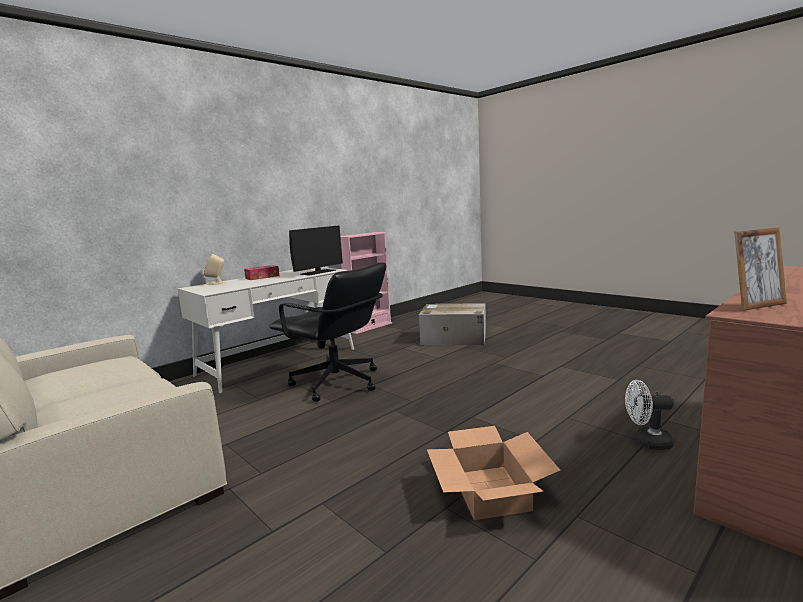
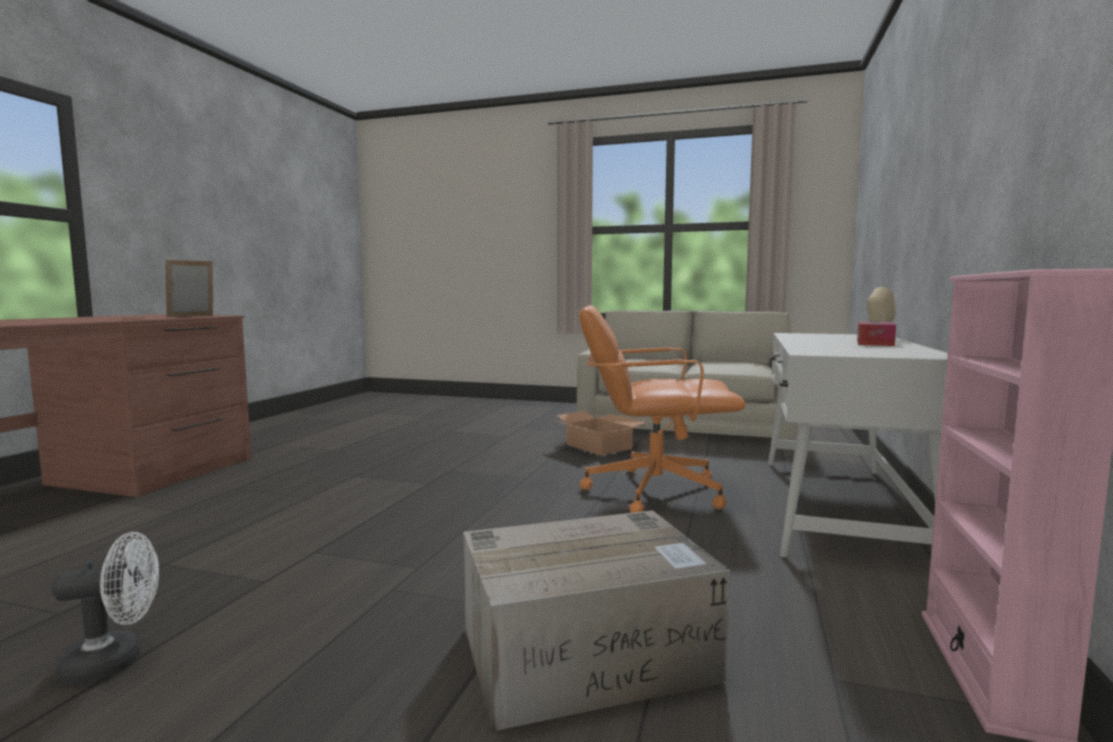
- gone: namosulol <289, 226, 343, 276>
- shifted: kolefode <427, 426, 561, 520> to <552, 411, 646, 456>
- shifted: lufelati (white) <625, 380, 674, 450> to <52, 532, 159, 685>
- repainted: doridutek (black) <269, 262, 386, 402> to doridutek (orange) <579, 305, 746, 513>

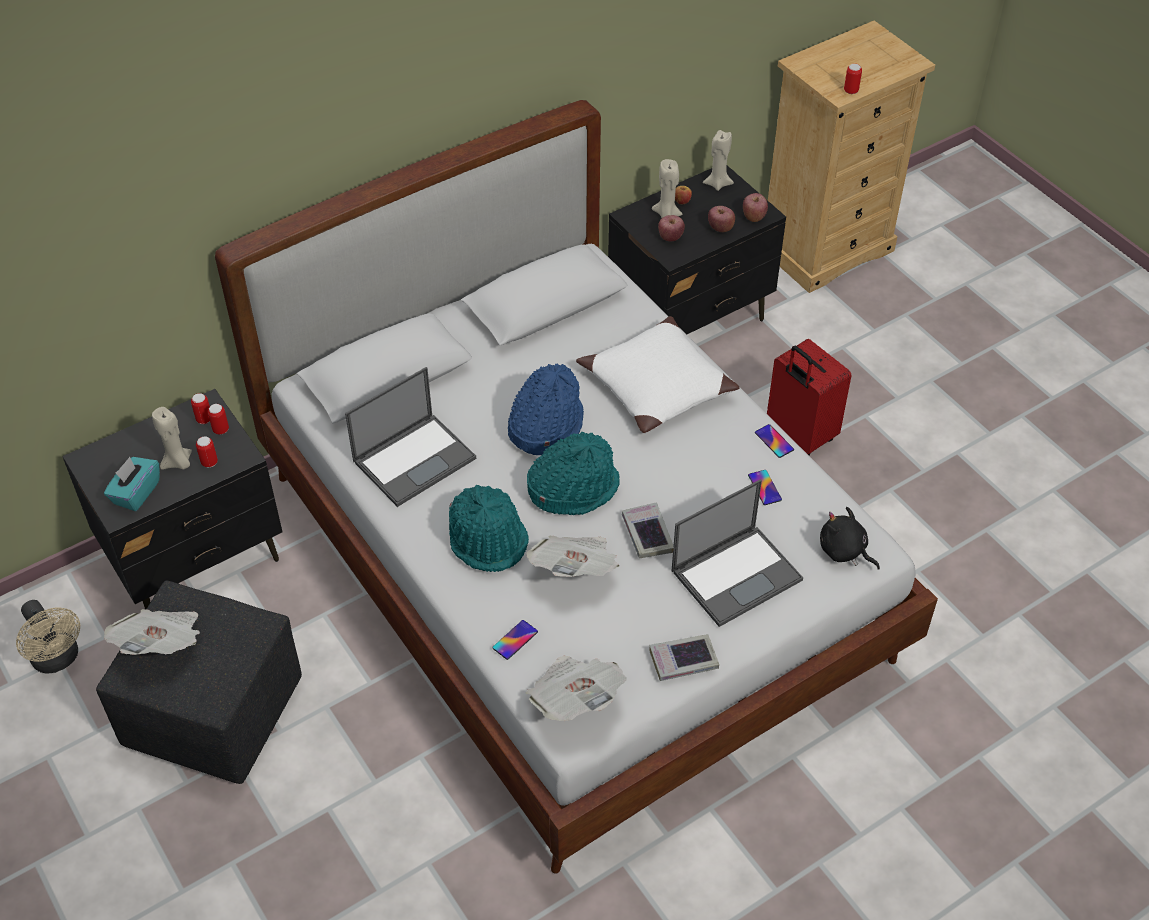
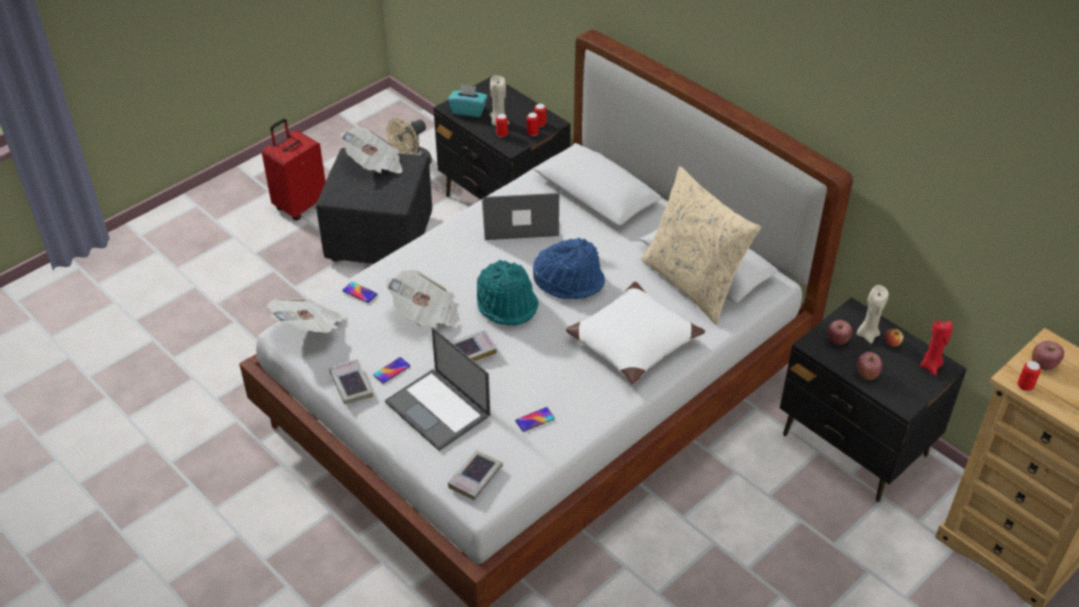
- gone: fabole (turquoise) <449, 485, 529, 572>
- new: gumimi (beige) <641, 166, 761, 325>
- shifted: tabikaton <743, 193, 768, 222> to <1032, 341, 1064, 370>
- shifted: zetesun <755, 424, 794, 458> to <373, 357, 410, 384>
- shifted: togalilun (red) <767, 339, 851, 455> to <262, 119, 326, 220>
- swapped: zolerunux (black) <820, 507, 880, 570> to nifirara <448, 450, 503, 500>
- repainted: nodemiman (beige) <703, 130, 734, 191> to nodemiman (red) <920, 321, 953, 376>
- rotated: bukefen <345, 367, 476, 507> = <482, 193, 559, 240> 135 degrees clockwise

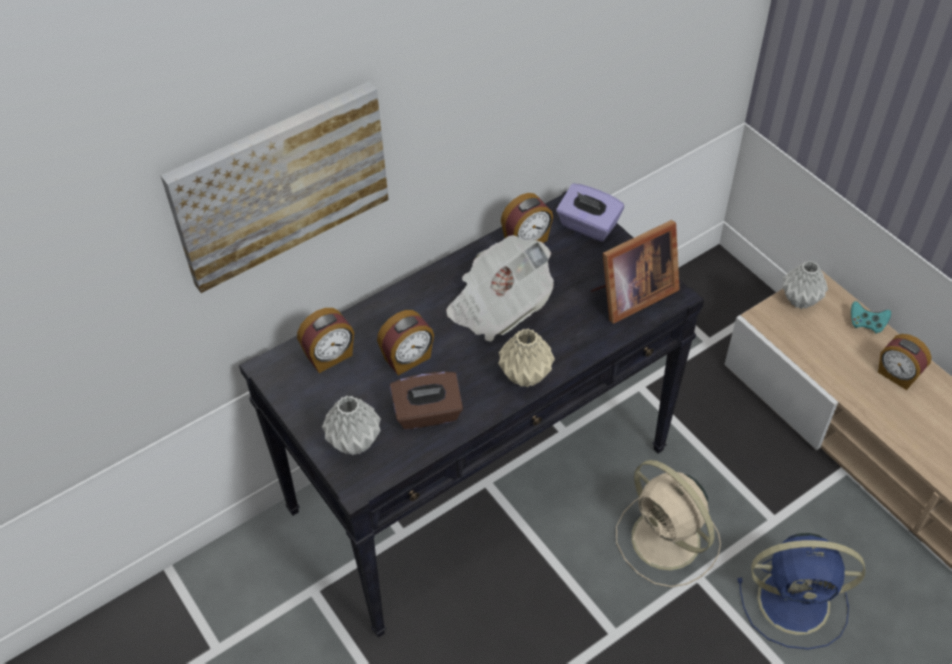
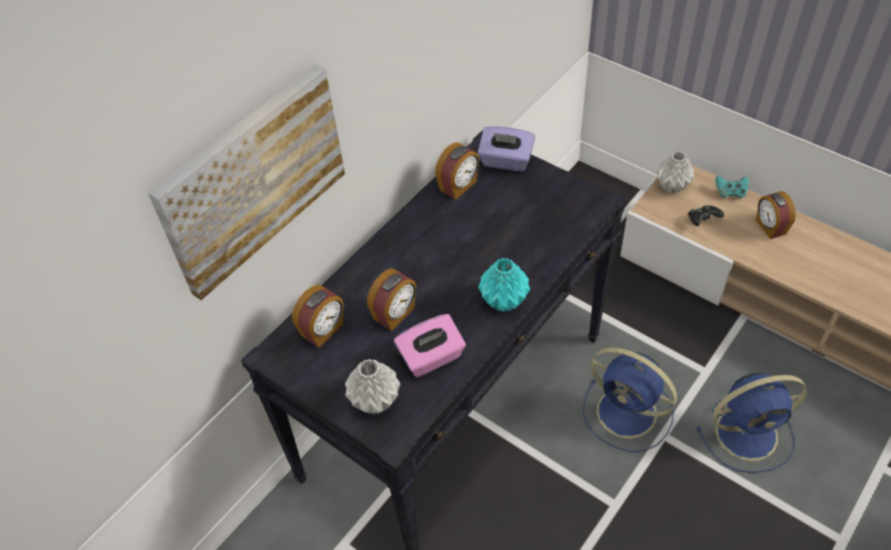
- gone: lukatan <446, 235, 554, 342>
- gone: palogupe <591, 220, 680, 324>
- new: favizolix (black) <688, 205, 724, 226>
- repainted: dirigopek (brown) <390, 372, 463, 430> to dirigopek (pink) <394, 314, 466, 377>
- repainted: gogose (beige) <498, 329, 555, 387> to gogose (turquoise) <478, 258, 530, 312>
- repainted: lufelati (beige) <616, 460, 721, 587> to lufelati (blue) <583, 348, 677, 452>
- rotated: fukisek <878, 334, 931, 390> = <756, 191, 796, 239> 45 degrees clockwise

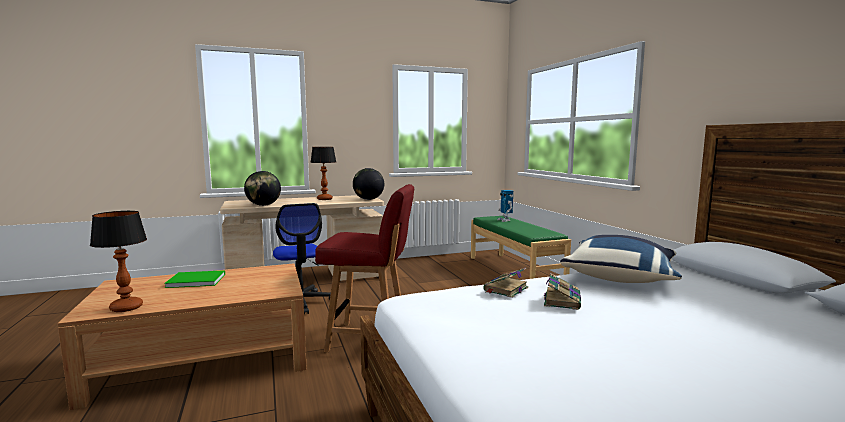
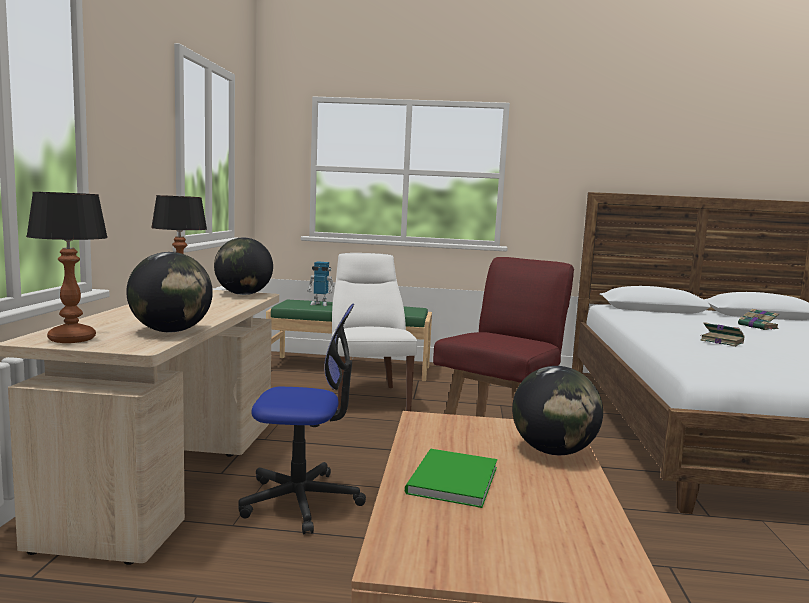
- gone: gumimi (blue) <560, 235, 682, 283>
- new: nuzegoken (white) <332, 253, 417, 411>
- new: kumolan <512, 366, 603, 455>
- shifted: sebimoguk <90, 211, 147, 312> to <26, 192, 108, 343>
- shifted: nifirara <483, 267, 528, 298> to <738, 309, 779, 330>

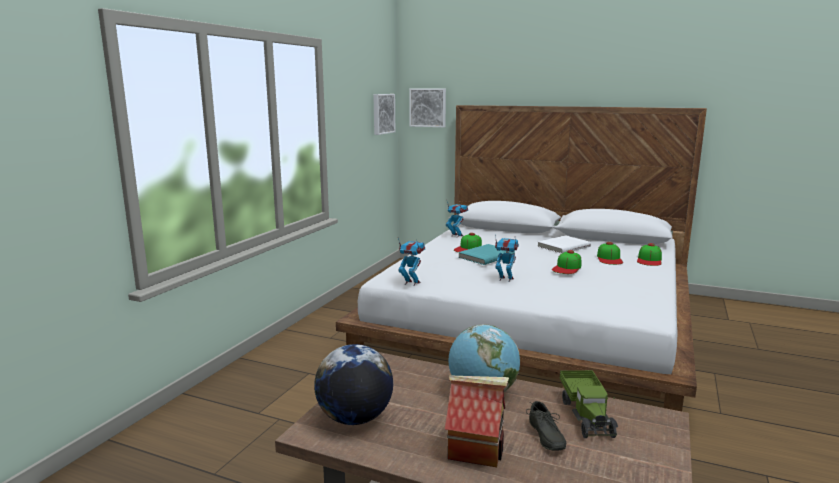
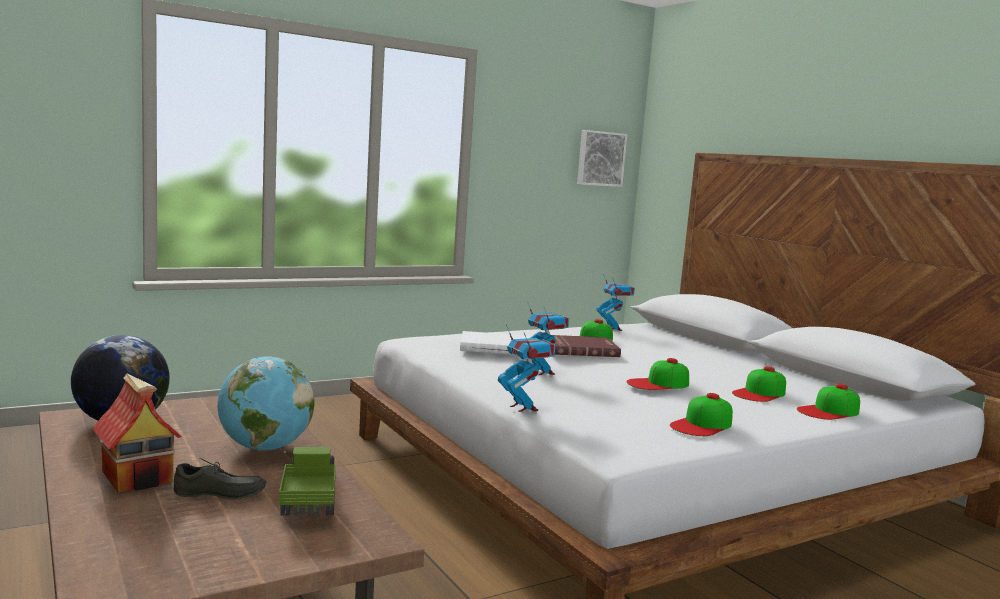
- gone: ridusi <409, 89, 446, 128>
- new: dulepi <670, 393, 733, 436>
- shifted: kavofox <398, 238, 425, 286> to <498, 325, 555, 412>
- shifted: nifirara (white) <537, 236, 591, 254> to <460, 331, 530, 355>
- repainted: nifirara (turquoise) <458, 244, 515, 265> to nifirara (red) <553, 335, 621, 357>
- rotated: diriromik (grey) <526, 401, 567, 451> = <174, 458, 266, 500> 120 degrees counterclockwise
- rotated: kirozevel <560, 370, 618, 438> = <279, 447, 336, 516> 135 degrees clockwise

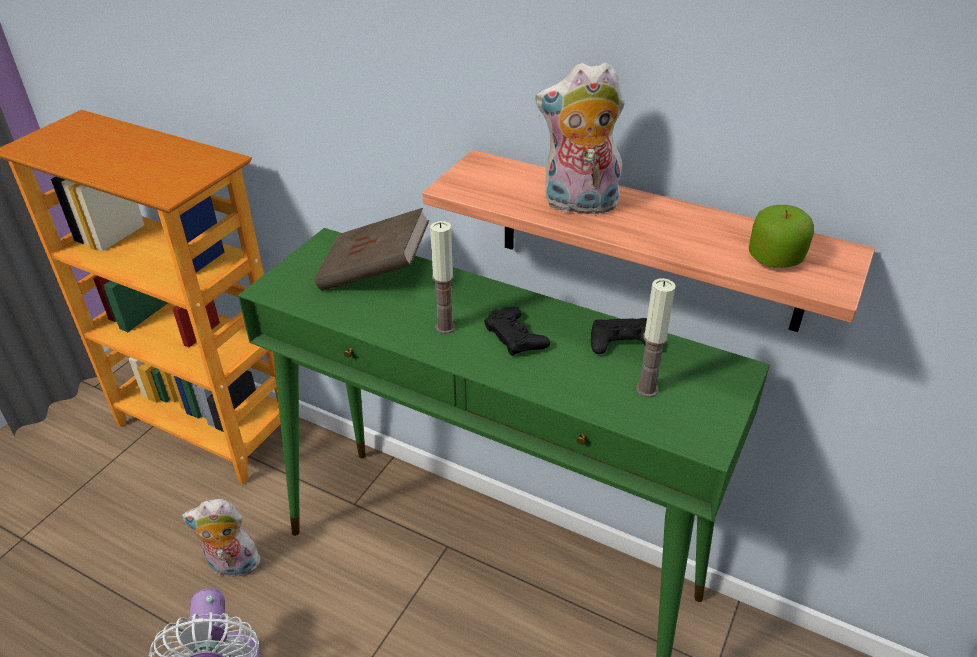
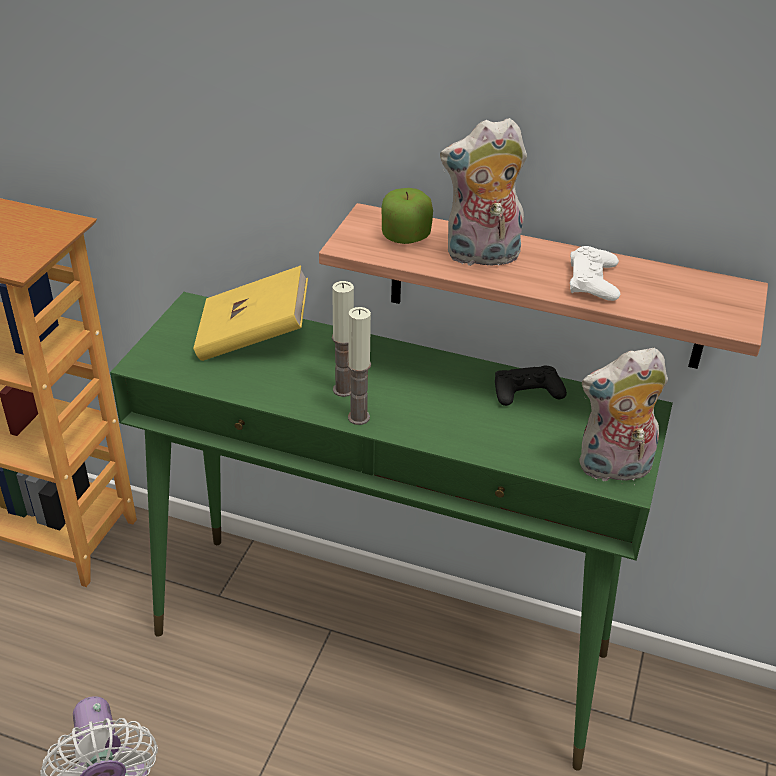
- gone: favizolix (black) <484, 307, 550, 356>
- new: favizolix (white) <570, 246, 620, 301>
- shifted: zolerunux <182, 499, 260, 581> to <579, 348, 668, 481>
- shifted: nodemiman <636, 278, 676, 397> to <347, 307, 371, 425>
- shifted: tabikaton <749, 205, 814, 268> to <381, 188, 433, 244>
- repainted: nifirara (brown) <314, 208, 429, 291> to nifirara (yellow) <193, 265, 308, 361>

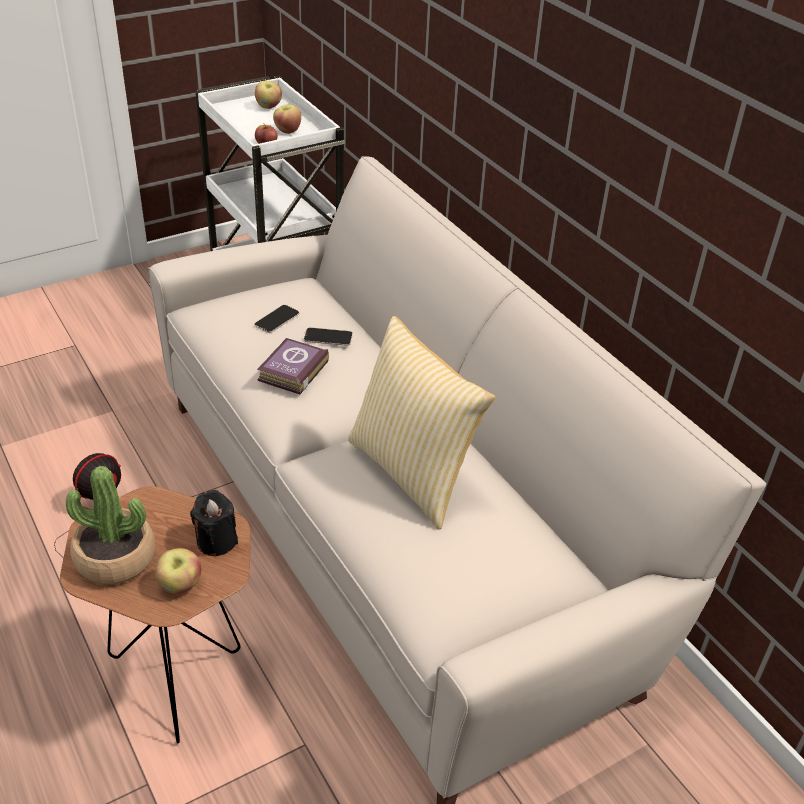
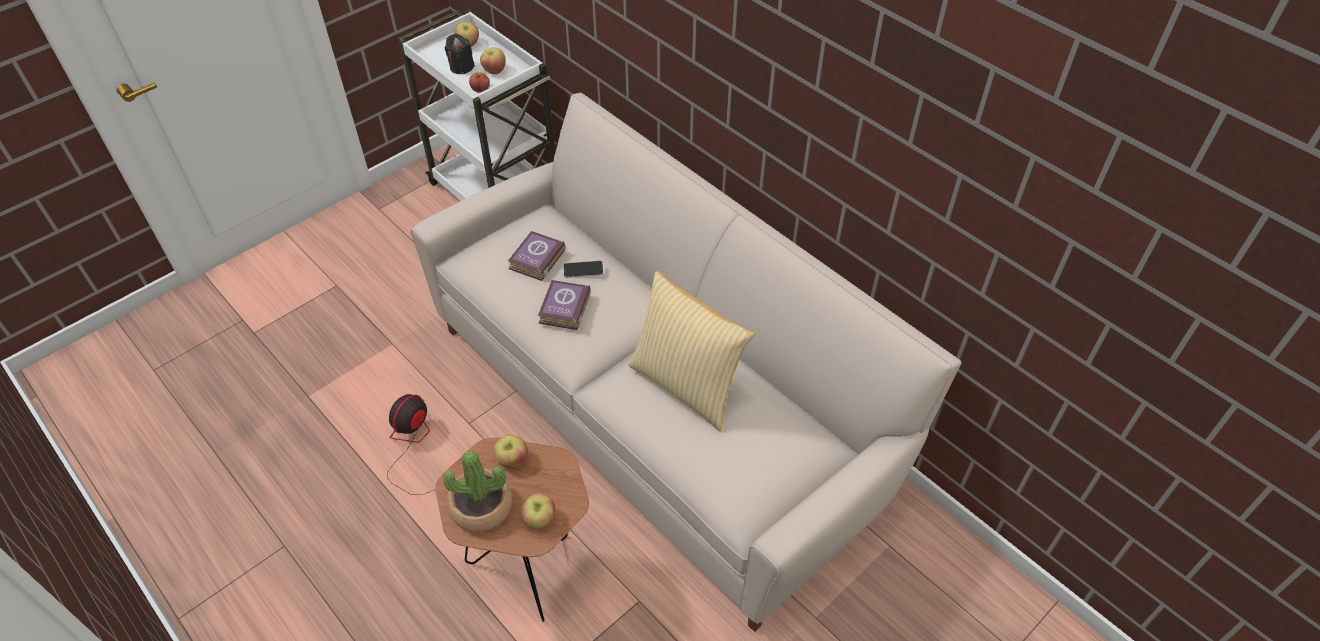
- new: tabikaton <493, 434, 528, 468>
- shifted: nodemiman (black) <190, 490, 238, 556> to <445, 34, 475, 74>
- swapped: zetesun <254, 305, 299, 333> to nifirara <508, 231, 565, 281>

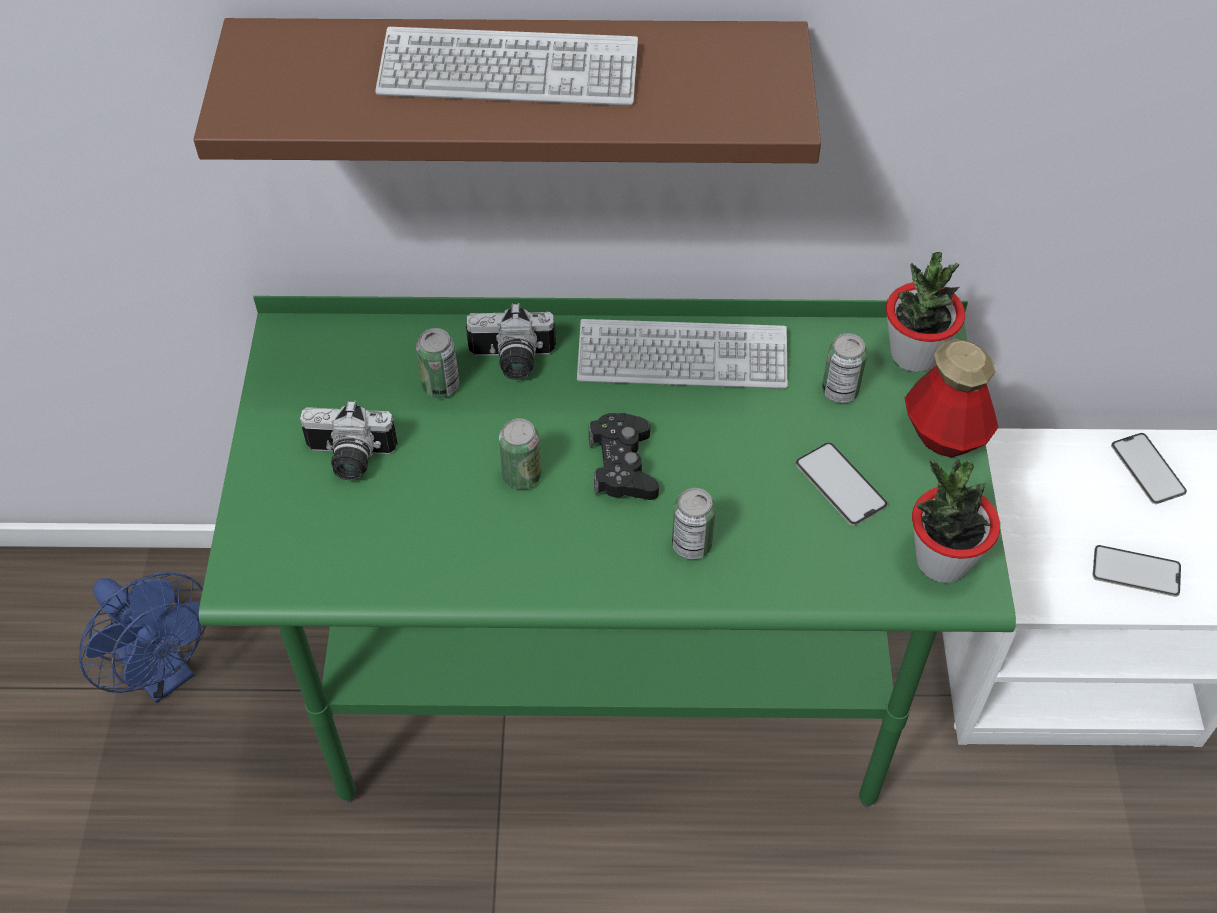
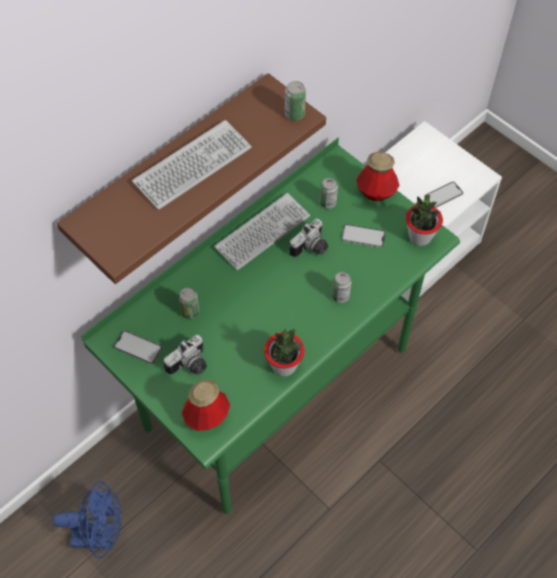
- gone: favizolix (black) <589, 413, 659, 500>
- new: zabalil <182, 379, 230, 431>
- shifted: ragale <466, 303, 556, 380> to <289, 219, 328, 257>
- shifted: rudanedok <499, 418, 541, 490> to <285, 81, 306, 121>
- shifted: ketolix <886, 252, 965, 372> to <264, 329, 305, 377>
- shifted: zetesun <1111, 433, 1187, 504> to <114, 330, 162, 364>

